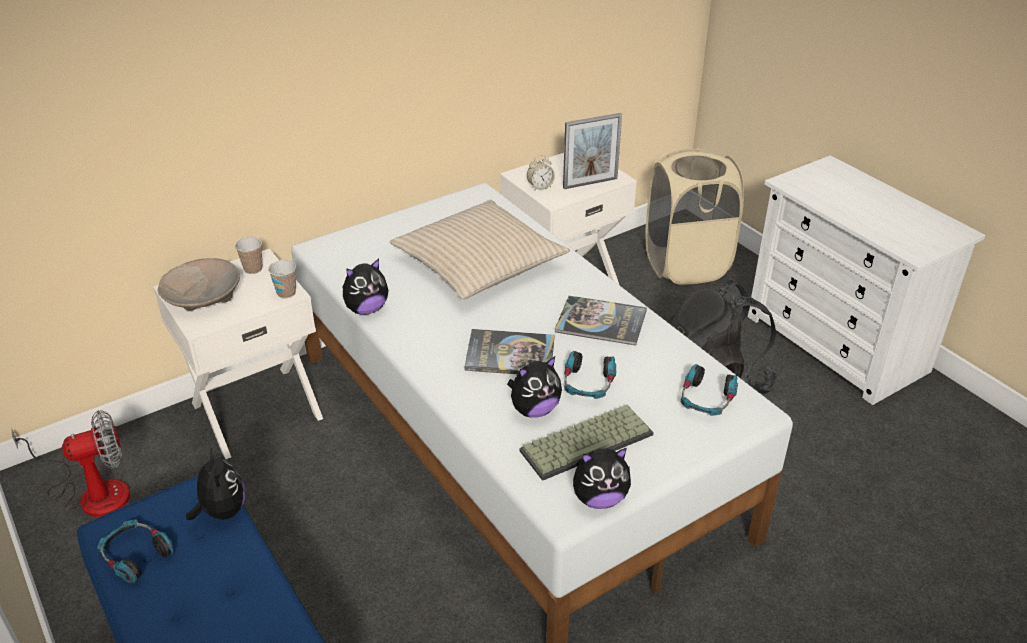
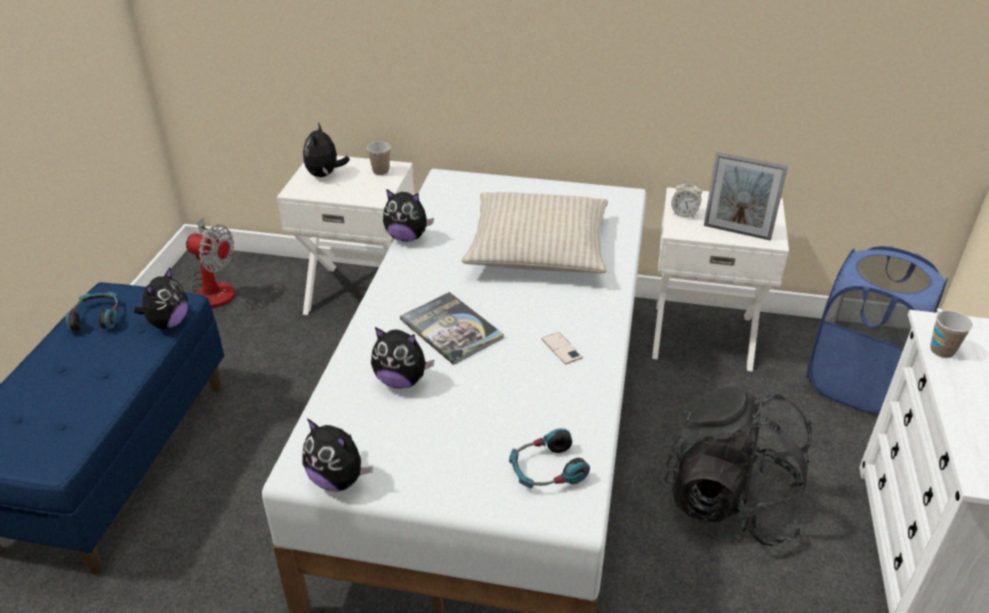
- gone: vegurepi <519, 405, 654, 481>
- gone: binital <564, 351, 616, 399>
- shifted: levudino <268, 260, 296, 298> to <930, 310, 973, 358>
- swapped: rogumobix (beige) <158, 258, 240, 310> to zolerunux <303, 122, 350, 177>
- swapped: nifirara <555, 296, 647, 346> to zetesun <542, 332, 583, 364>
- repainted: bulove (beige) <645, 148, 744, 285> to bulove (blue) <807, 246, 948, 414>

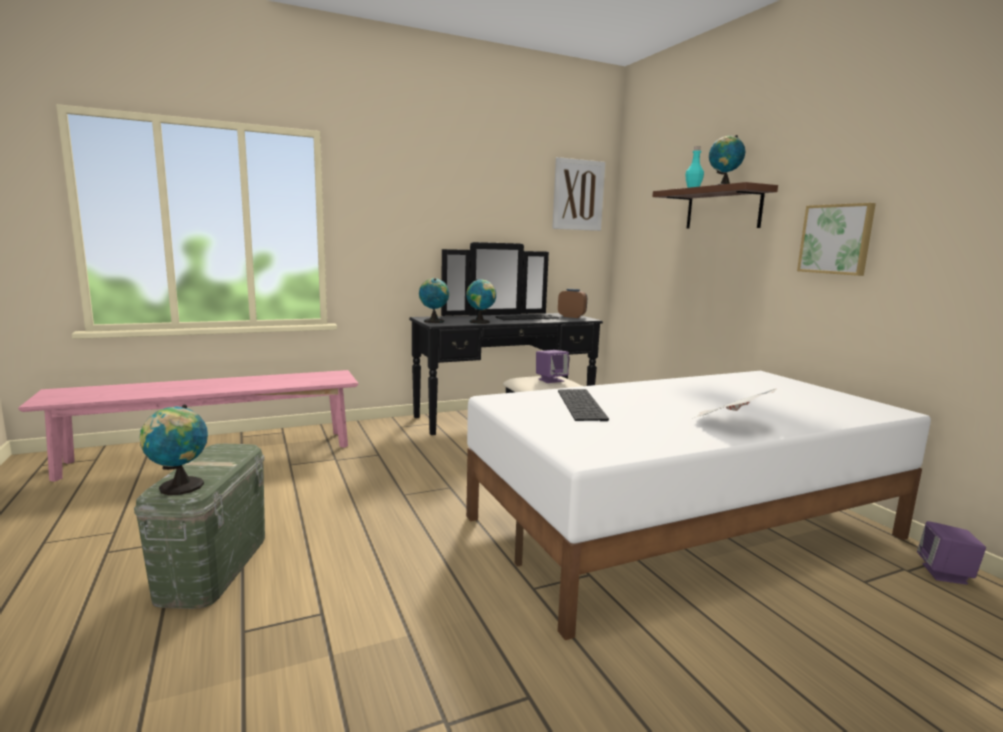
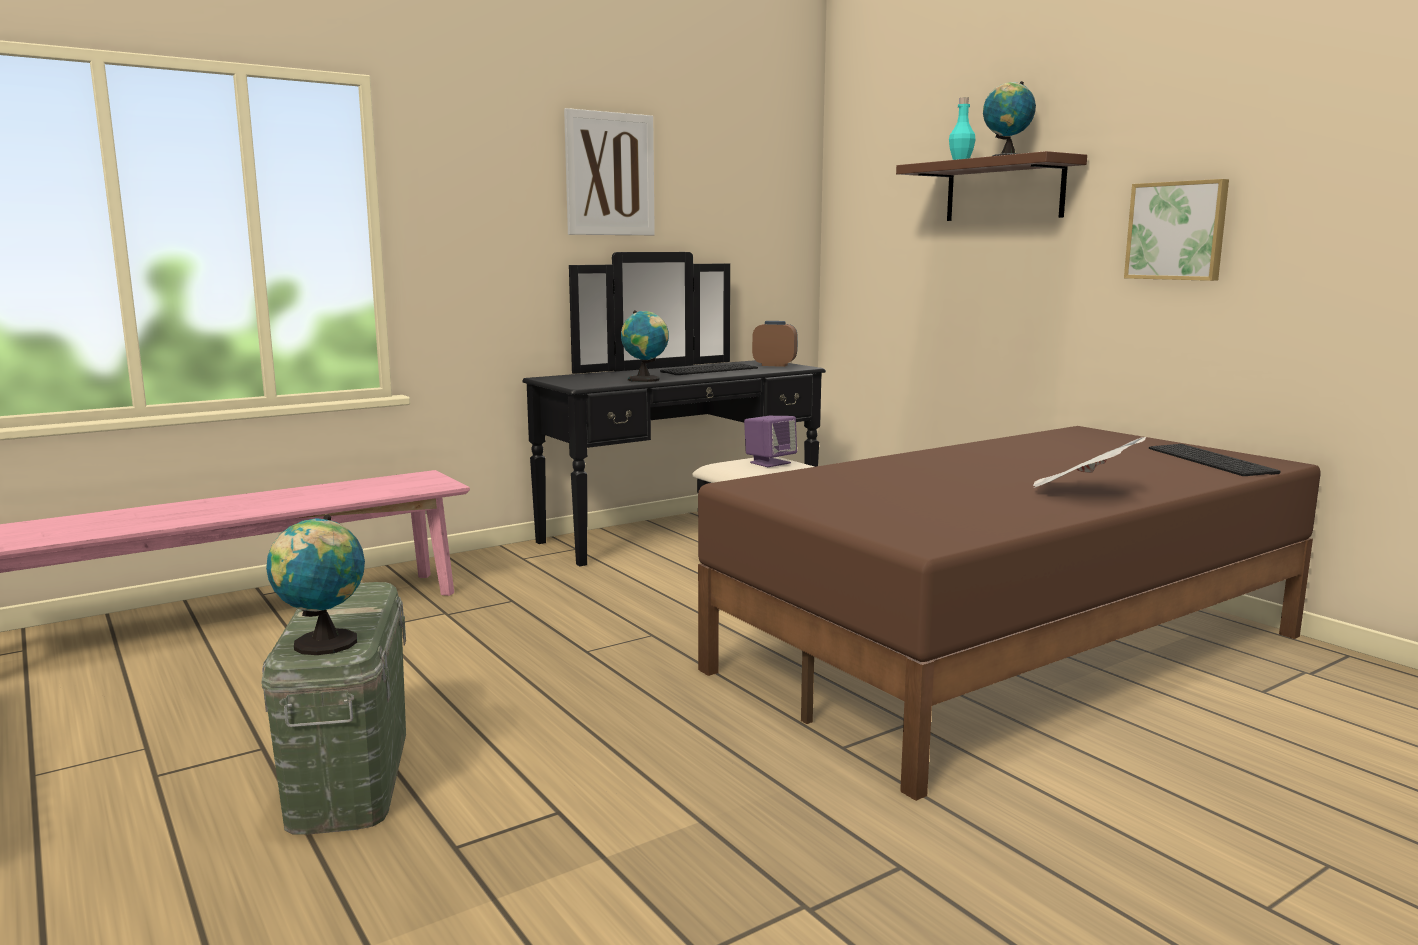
- gone: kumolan <419, 278, 449, 323>
- gone: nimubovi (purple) <917, 521, 986, 584>
- shifted: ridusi <552, 157, 605, 231> to <564, 108, 655, 235>
- shifted: vegurepi <558, 389, 609, 421> to <1149, 444, 1280, 476>
- repainted: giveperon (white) <466, 371, 931, 640> to giveperon (brown) <698, 426, 1321, 801>

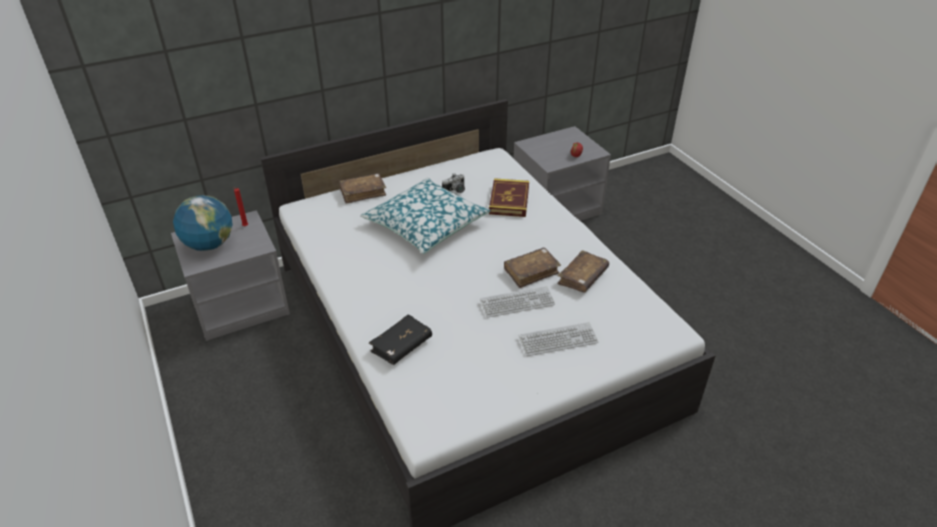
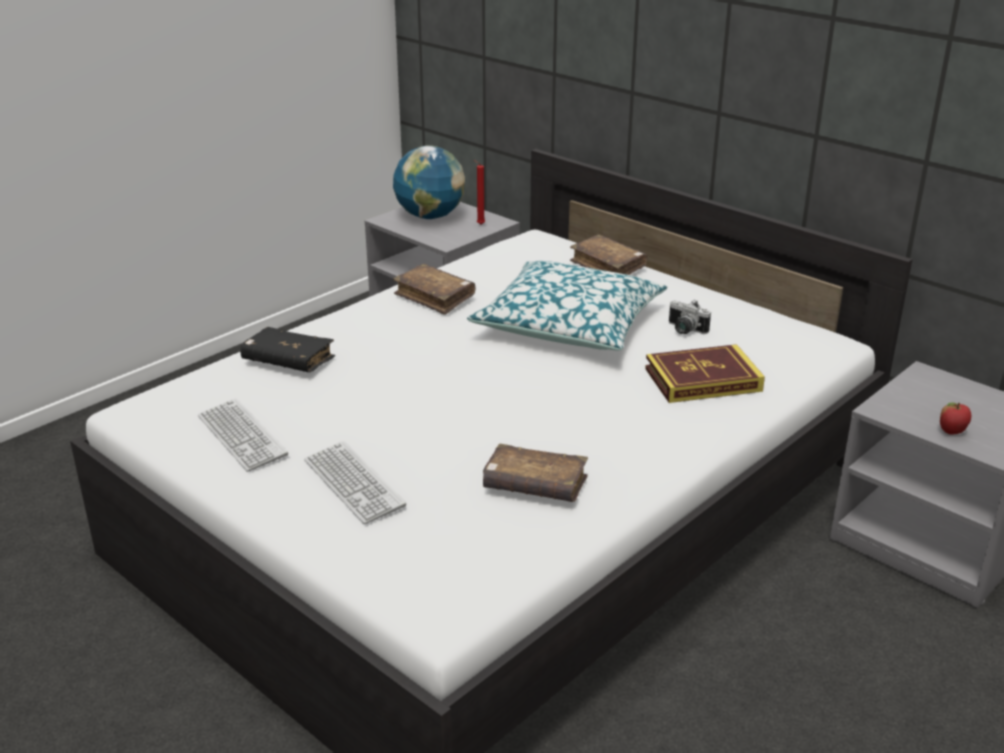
- shifted: vegurepi <480, 286, 555, 318> to <198, 398, 288, 472>
- shifted: nifirara (brown) <504, 248, 561, 288> to <393, 264, 476, 315>

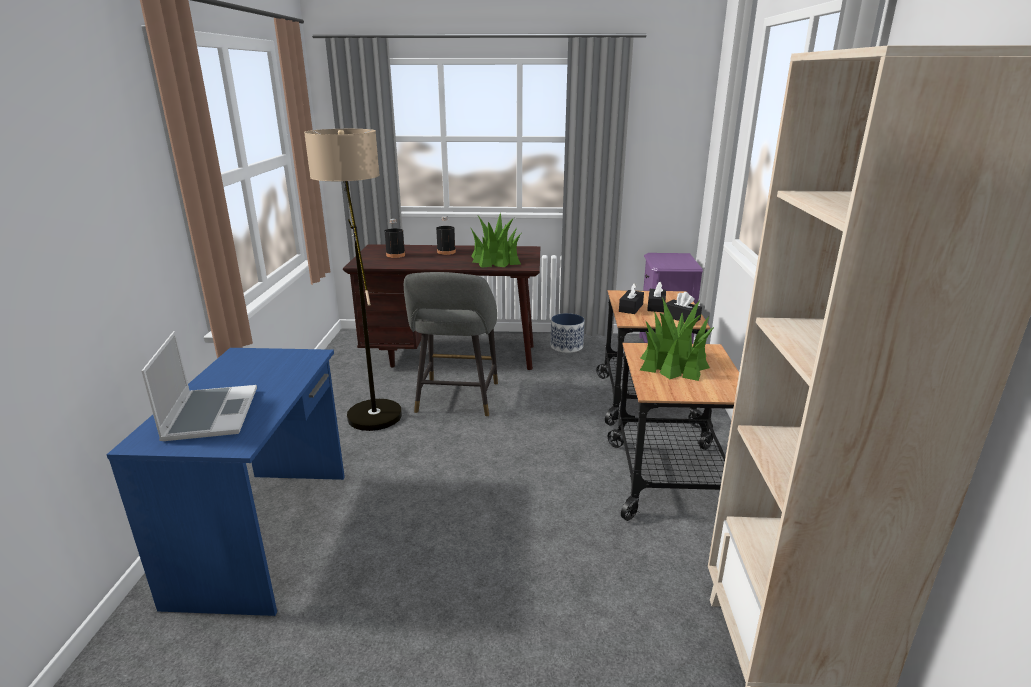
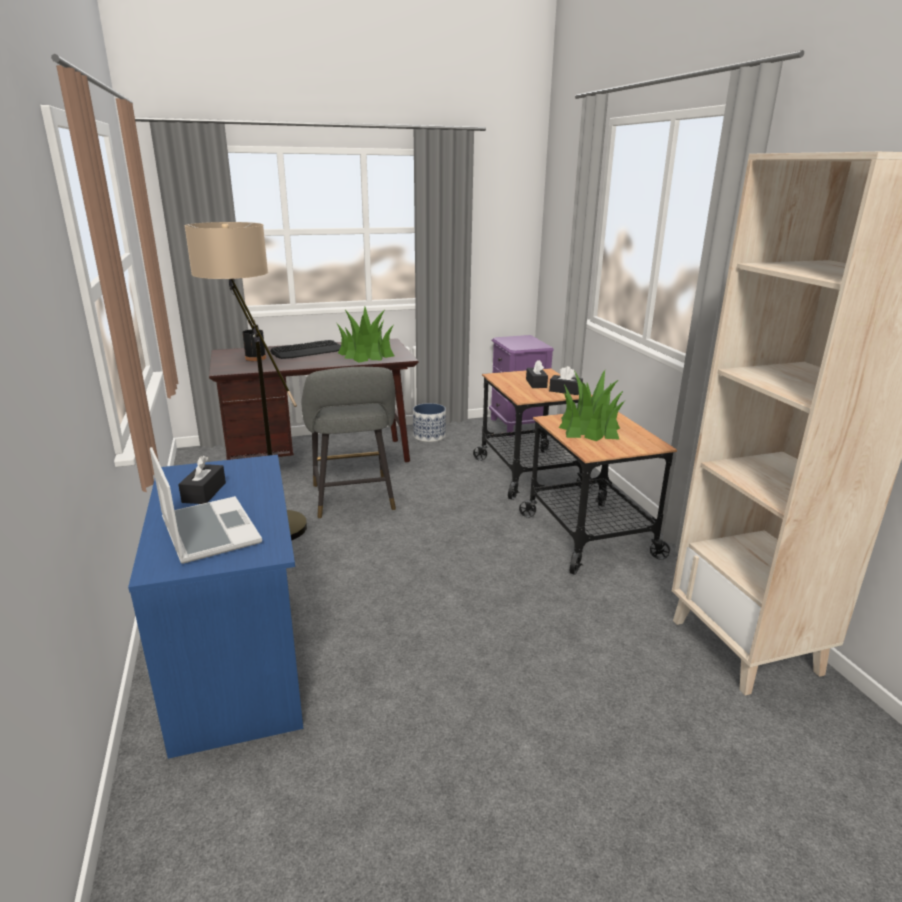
- shifted: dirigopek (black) <619, 283, 644, 314> to <178, 456, 226, 504>
- swapped: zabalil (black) <436, 216, 456, 255> to vegurepi <270, 340, 341, 359>

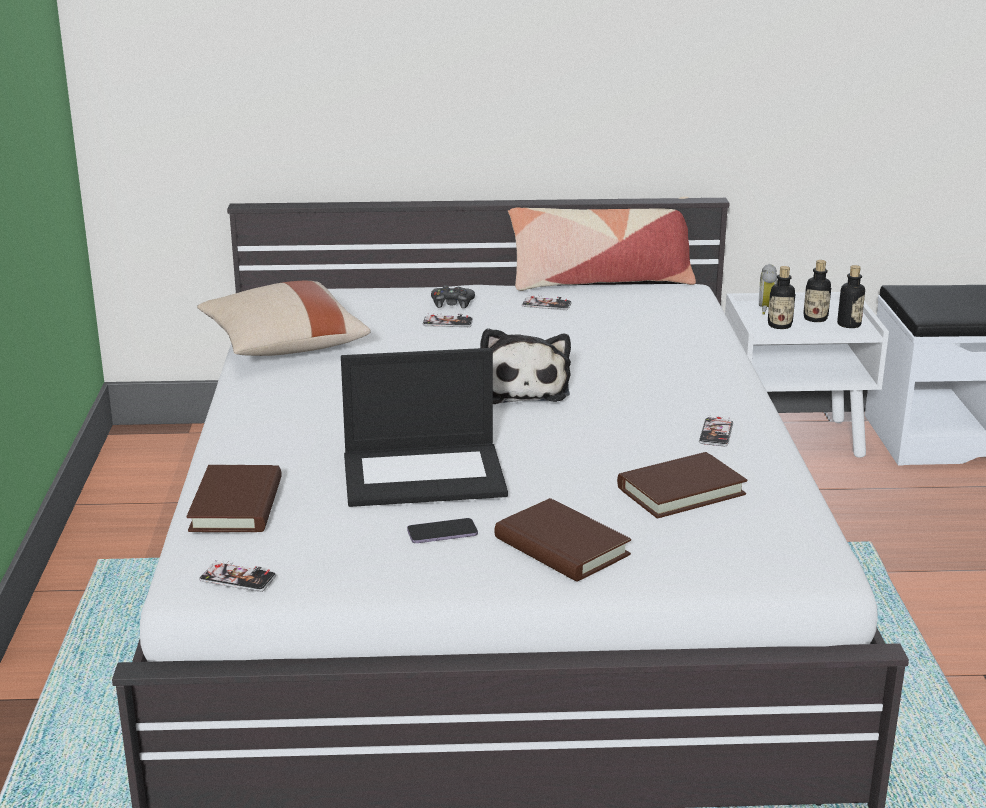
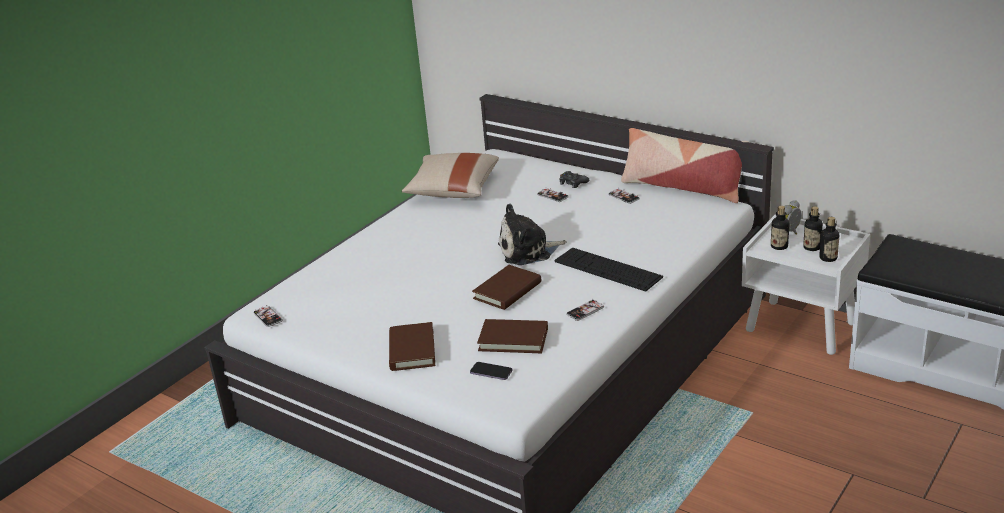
- gone: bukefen <341, 348, 508, 507>
- new: vegurepi <555, 248, 663, 292>
- shifted: nifirara (brown) <187, 465, 282, 532> to <472, 265, 542, 310>
- shifted: zetesun <407, 518, 478, 543> to <470, 362, 512, 380>
- rotated: zolerunux <480, 328, 571, 404> = <498, 204, 566, 265> 45 degrees clockwise

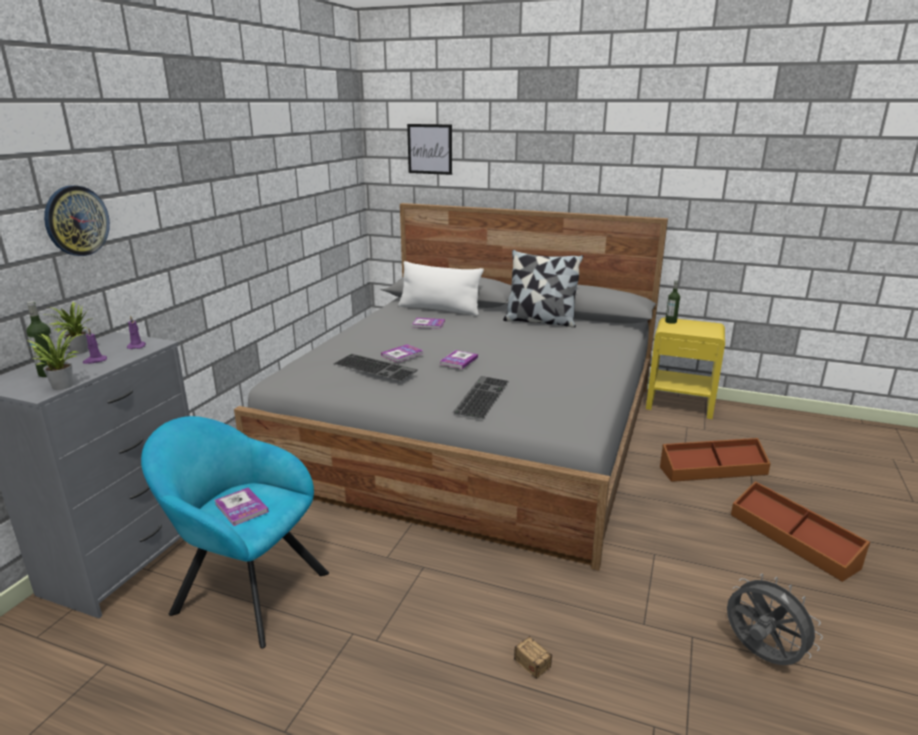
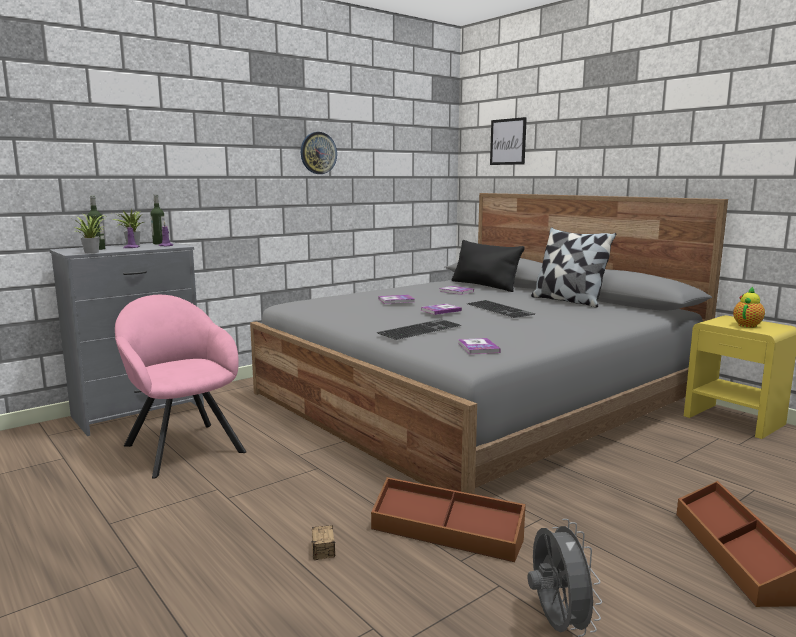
- new: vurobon <733, 287, 765, 328>
- shifted: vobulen <44, 185, 110, 256> to <301, 132, 337, 174>
- shifted: nifirara <215, 488, 269, 526> to <458, 338, 501, 354>
- shifted: vegurepi <334, 354, 418, 381> to <467, 300, 535, 318>
- shifted: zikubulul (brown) <660, 438, 771, 482> to <371, 477, 526, 562>
- shifted: zabalil <665, 280, 680, 324> to <150, 194, 165, 244>
- repainted: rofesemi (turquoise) <141, 416, 329, 648> to rofesemi (pink) <115, 295, 246, 479>
- repainted: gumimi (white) <398, 261, 484, 316> to gumimi (black) <452, 240, 525, 292>

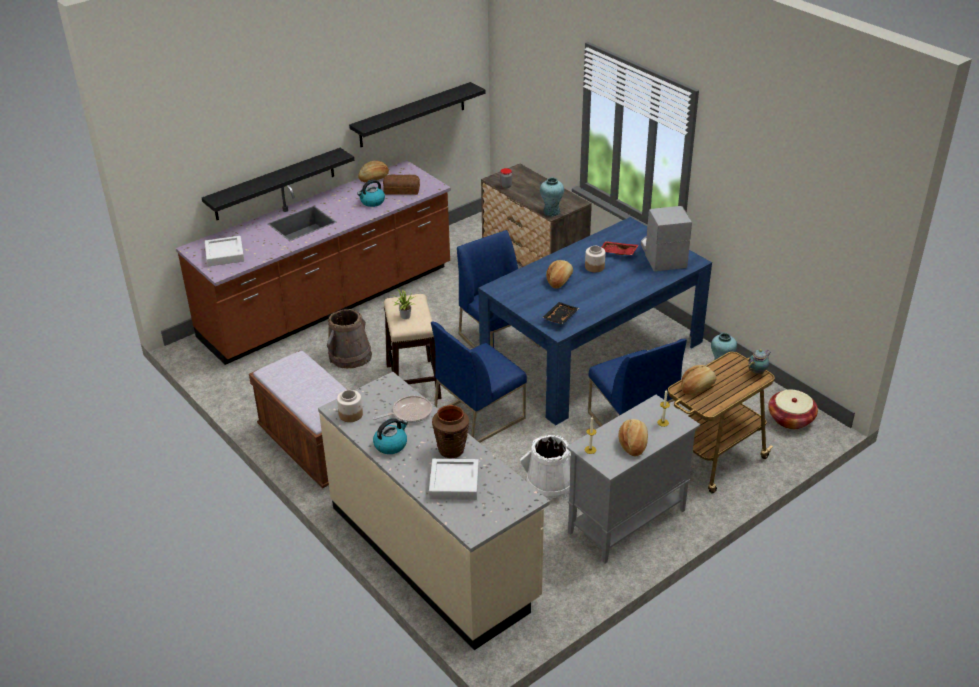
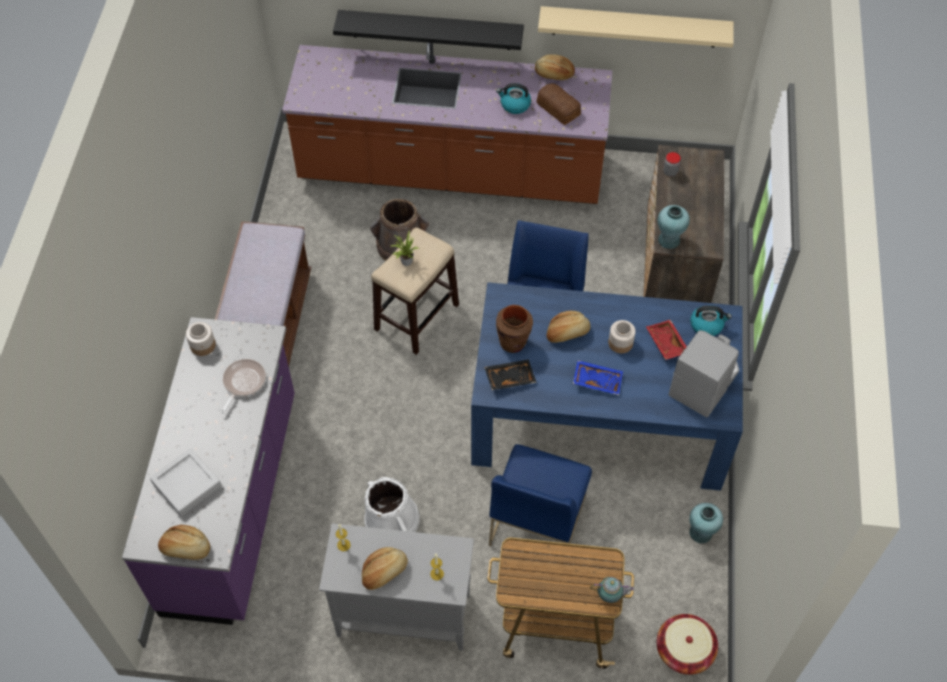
- gone: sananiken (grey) <205, 236, 245, 266>
- gone: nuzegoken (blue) <431, 322, 527, 443>
- new: sananiken (blue) <573, 360, 623, 395>
- shifted: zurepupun <373, 418, 408, 454> to <690, 305, 732, 336>
- shifted: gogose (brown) <432, 405, 469, 458> to <496, 305, 533, 353>
- shifted: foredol <681, 365, 717, 395> to <158, 525, 210, 560>
- repainted: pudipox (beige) <318, 372, 550, 650> to pudipox (purple) <122, 317, 295, 625>
- repainted: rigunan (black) <349, 82, 486, 147> to rigunan (beige) <538, 6, 734, 48>
- rotated: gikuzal <373, 396, 432, 423> = <221, 359, 266, 413> 90 degrees counterclockwise

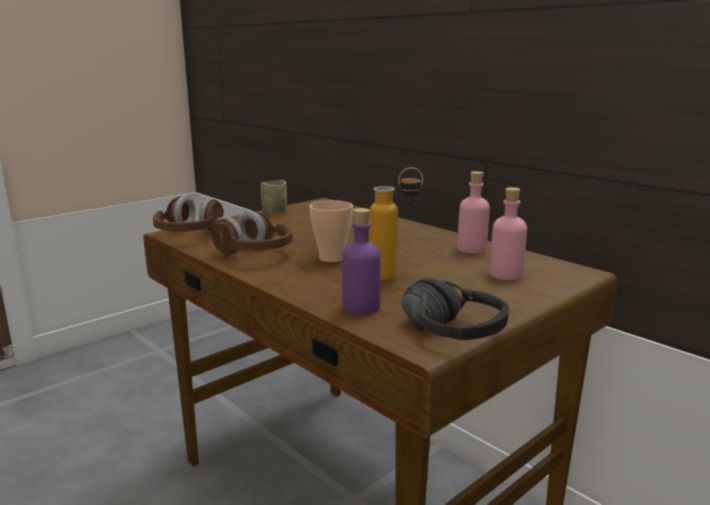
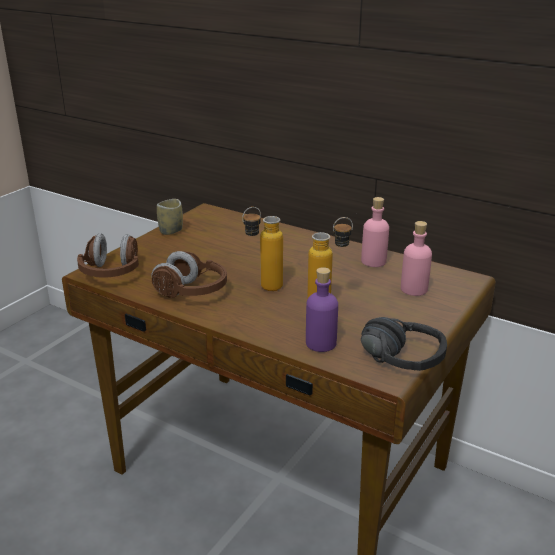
- swapped: levudino <309, 200, 353, 263> to zabalil <242, 207, 283, 291>

